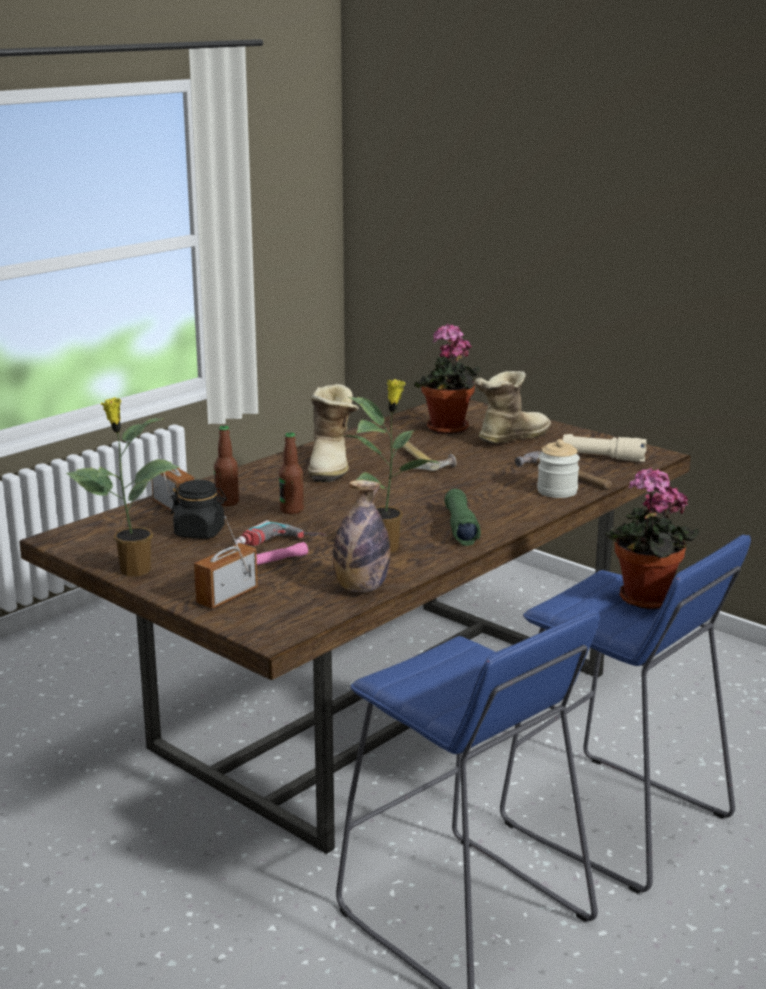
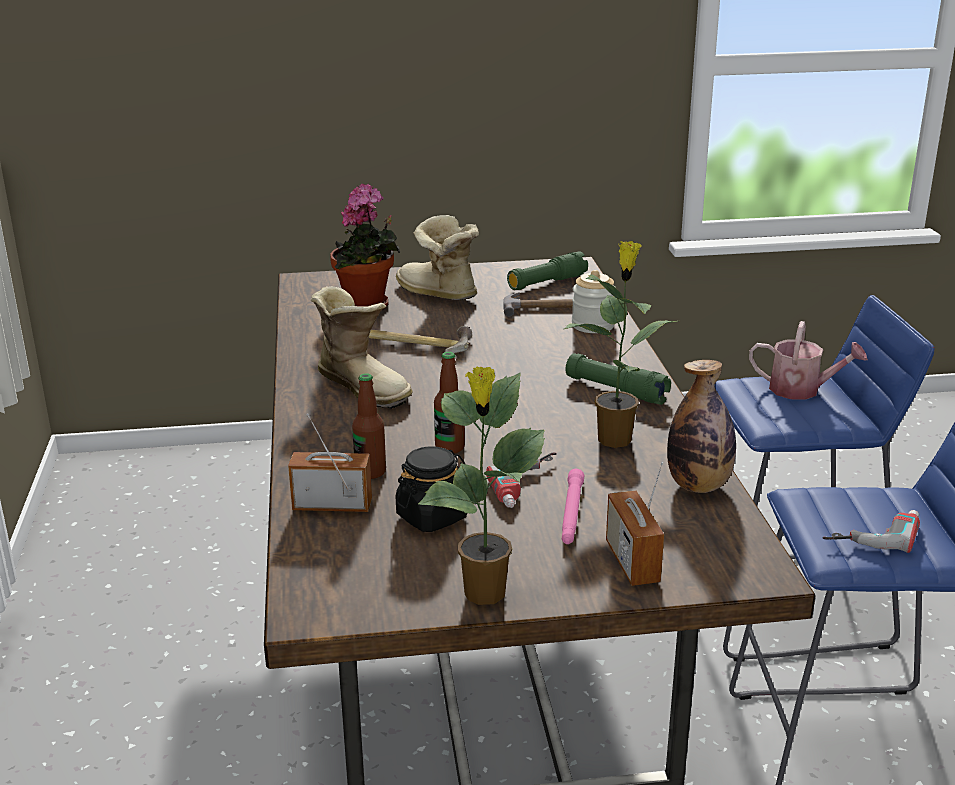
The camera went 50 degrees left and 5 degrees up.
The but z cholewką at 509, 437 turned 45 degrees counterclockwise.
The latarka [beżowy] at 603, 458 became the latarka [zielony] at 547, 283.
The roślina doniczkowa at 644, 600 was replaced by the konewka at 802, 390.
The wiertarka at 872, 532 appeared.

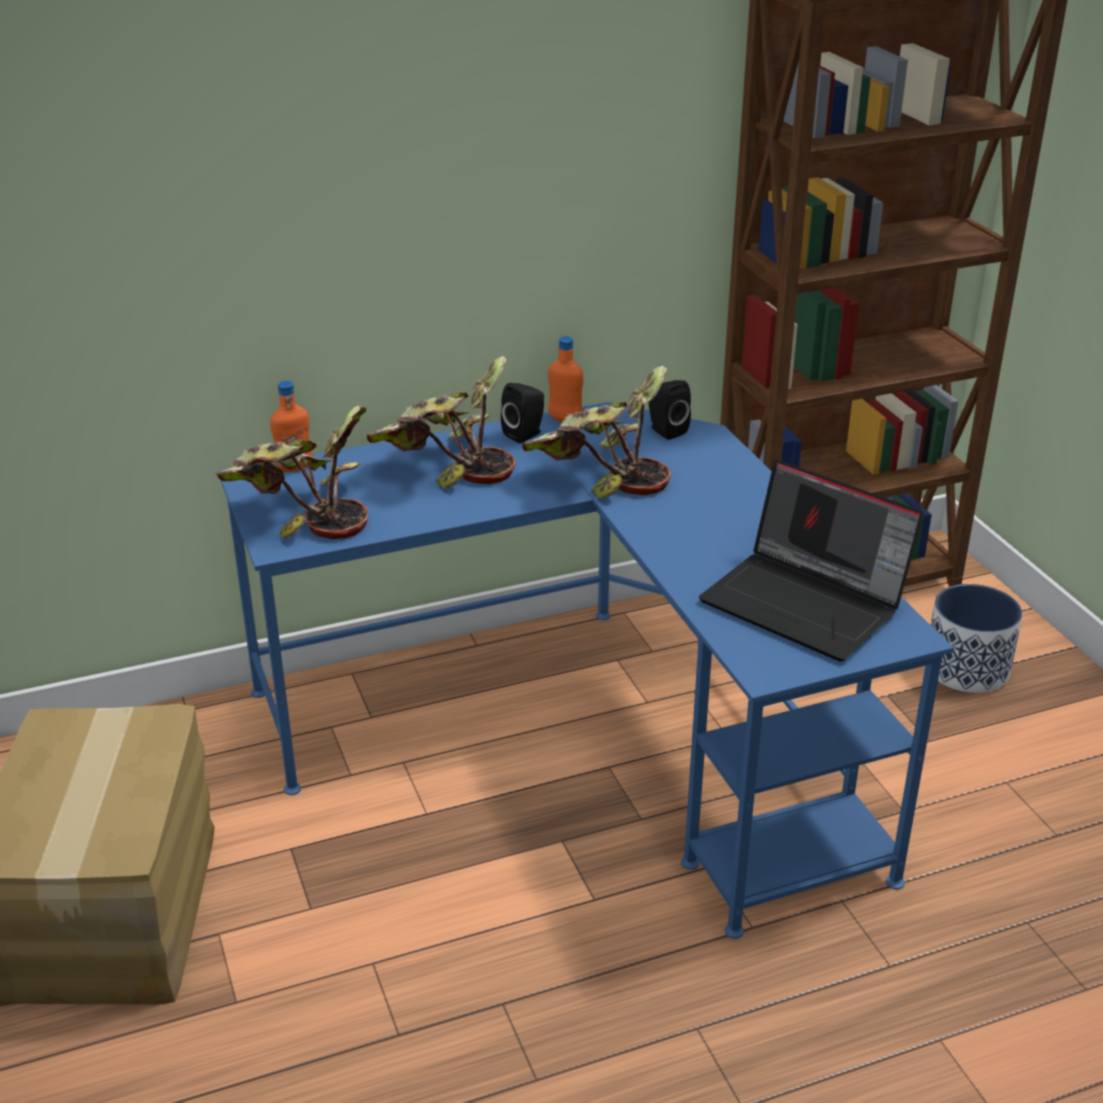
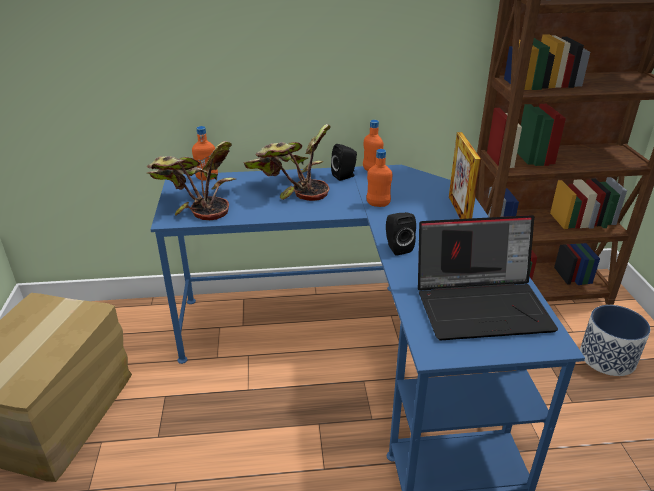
The camera went 15 degrees right and 0 degrees up.
The roślina doniczkowa at 600, 476 was replaced by the butelka [pomarańczowy] at 378, 204.
The głośnik [czarny] moved from 665, 430 to 397, 247.
The laptop at 807, 603 turned 60 degrees counterclockwise.
The ramka na zdjęcie at 459, 211 appeared.

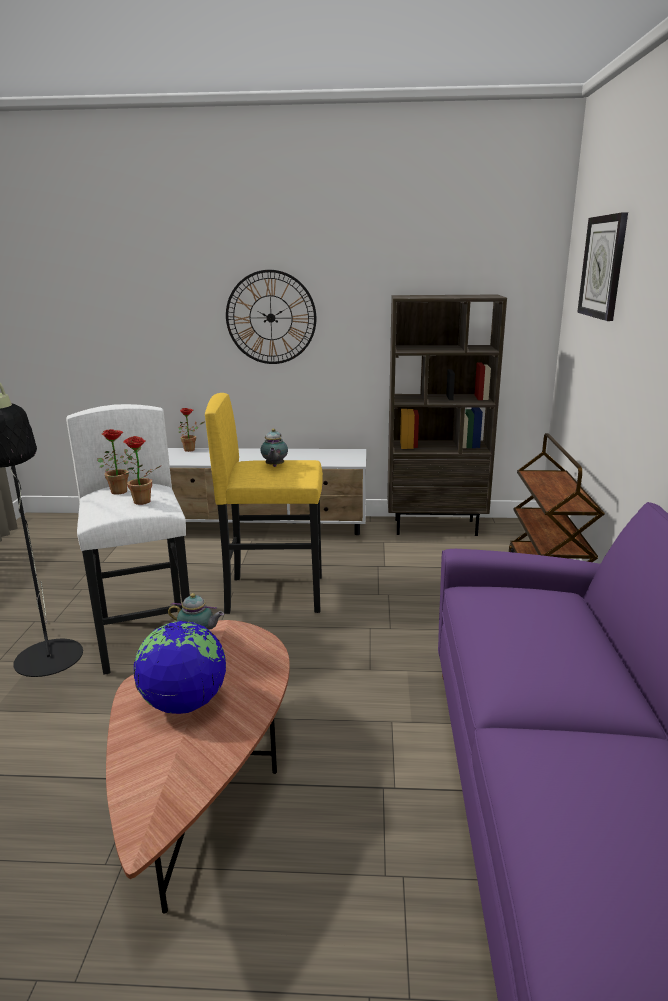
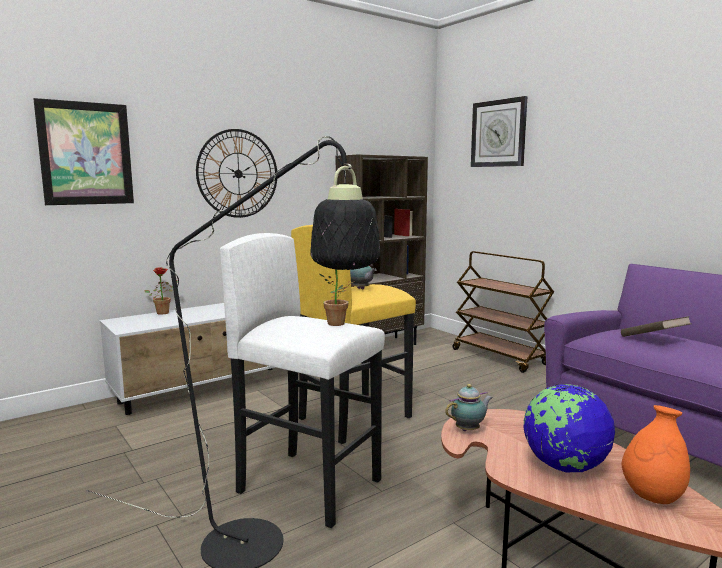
The camera went 40 degrees left and 10 degrees down.
The roślina doniczkowa at 122, 491 disappeared.
The obraz at 86, 153 appeared.
The książka [brązowy] at 653, 340 appeared.
The wazon [pomarańczowy] at 652, 497 appeared.

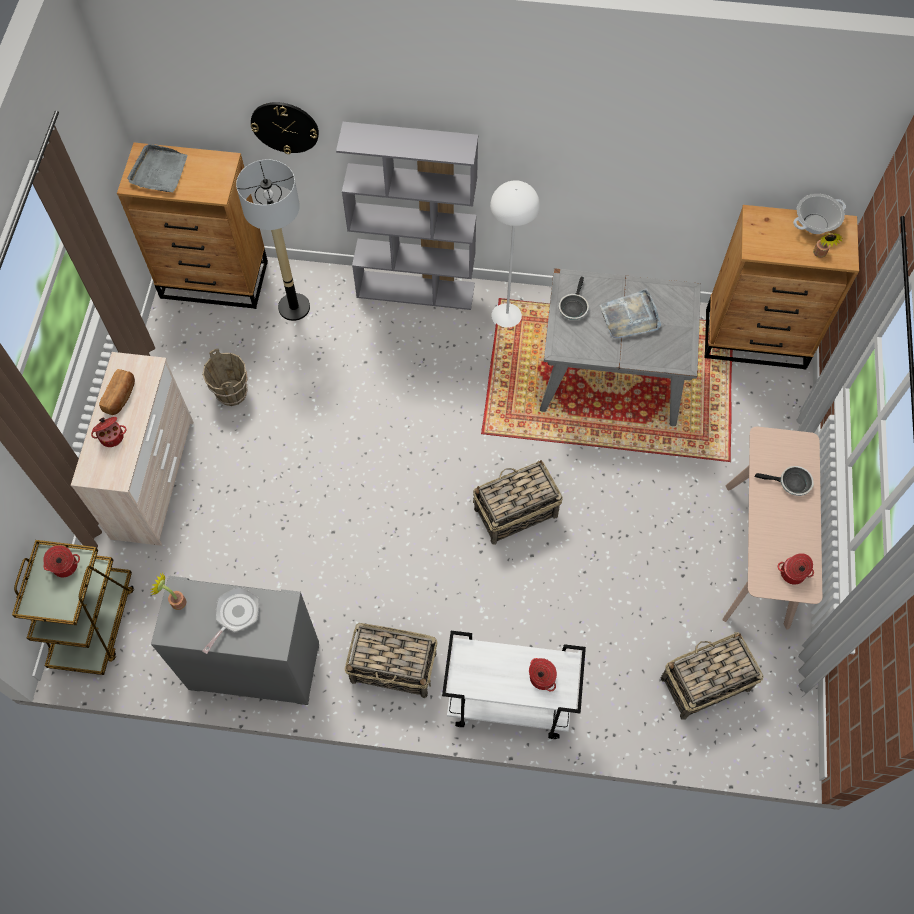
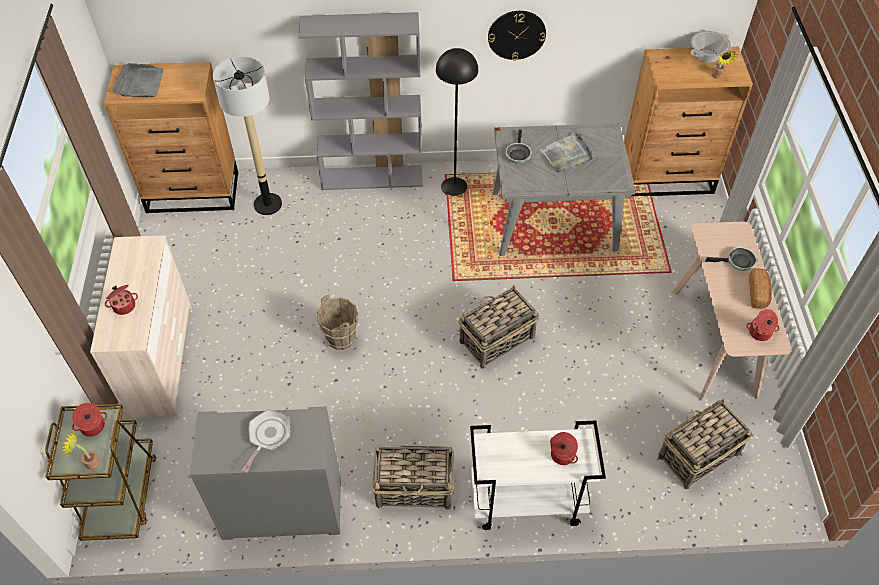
The camera went 10 degrees left and 10 degrees down.
The zegar ścienny moved from 285, 127 to 516, 34.
The lampa stojąca [biały] at 507, 315 became the lampa stojąca [czarny] at 454, 186.
The wiadro [brązowy] moved from 232, 393 to 341, 338.
The chleb moved from 121, 397 to 758, 293.
The roślina doniczkowa moved from 175, 601 to 90, 462.

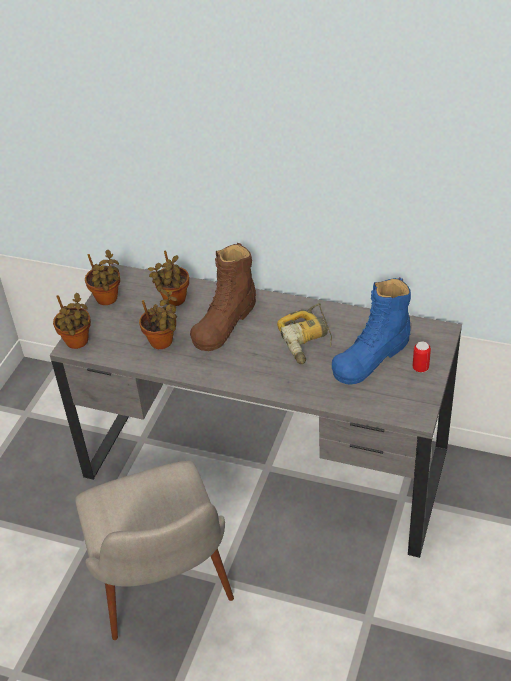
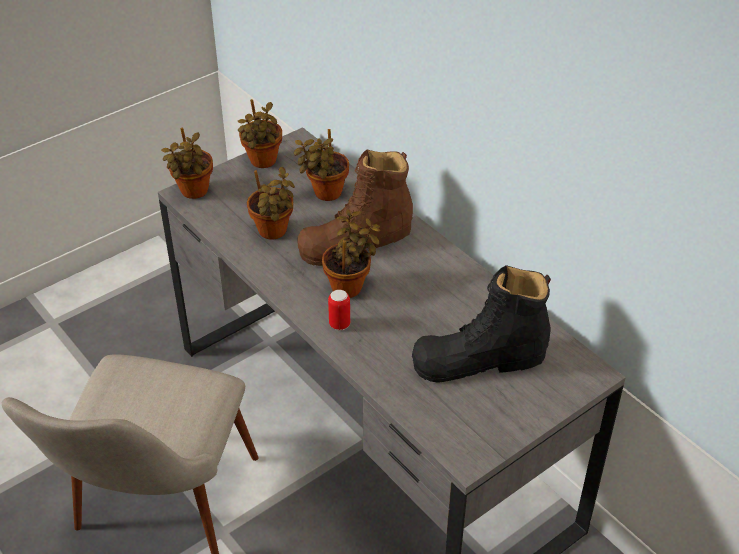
The camera went 30 degrees right and 0 degrees up.
The but z cholewką [niebieski] at 371, 356 became the but z cholewką [czarny] at 479, 360.
The wiertarka at 308, 340 disappeared.
The puszka moved from 420, 368 to 339, 324.
The roślina doniczkowa at 349, 286 appeared.

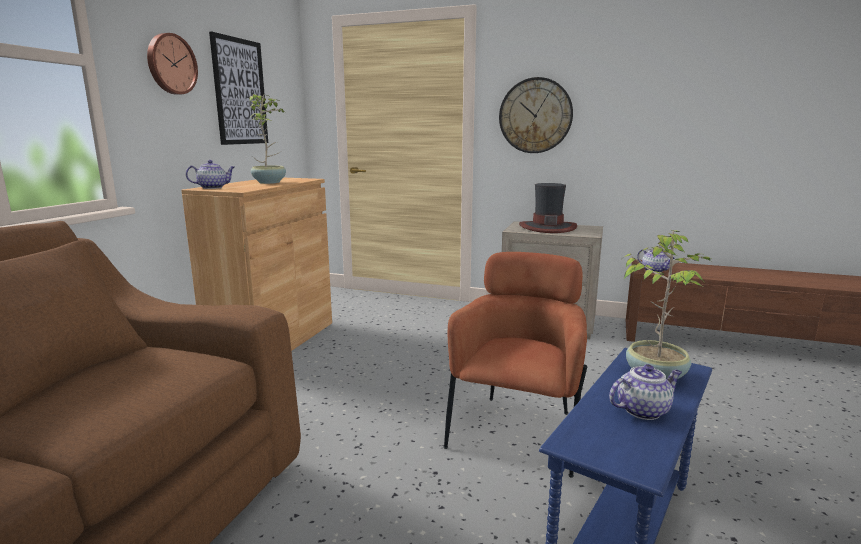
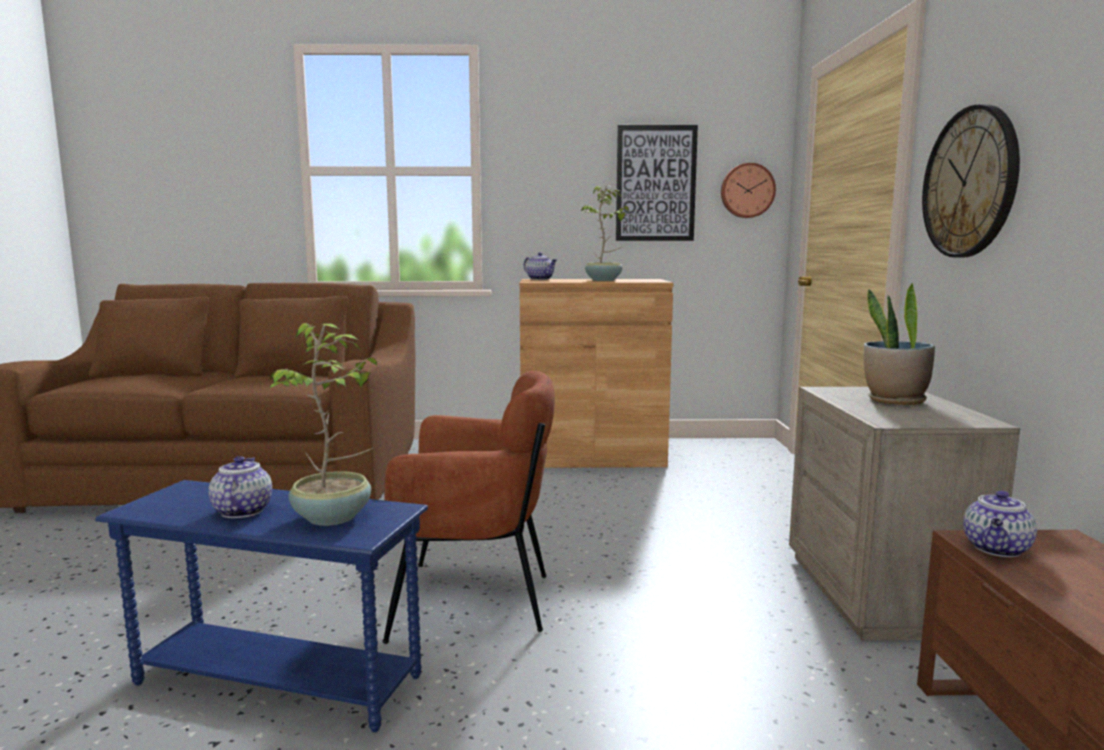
The camera went 70 degrees right and 5 degrees down.
The zegar ścienny moved from 170, 64 to 747, 190.
The kapelusz at 547, 227 was replaced by the roślina doniczkowa at 894, 401.
The imbryk at 643, 410 turned 150 degrees counterclockwise.

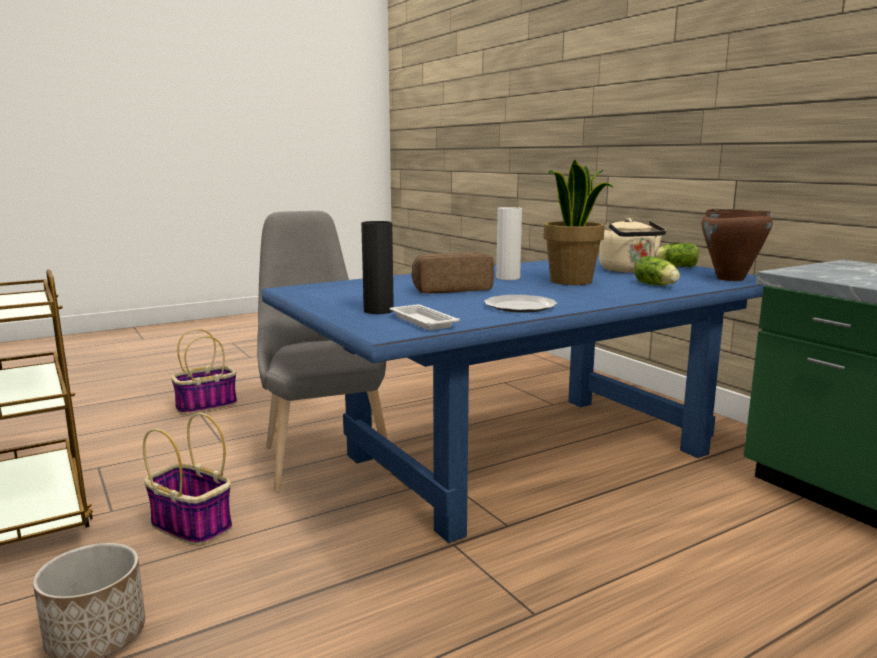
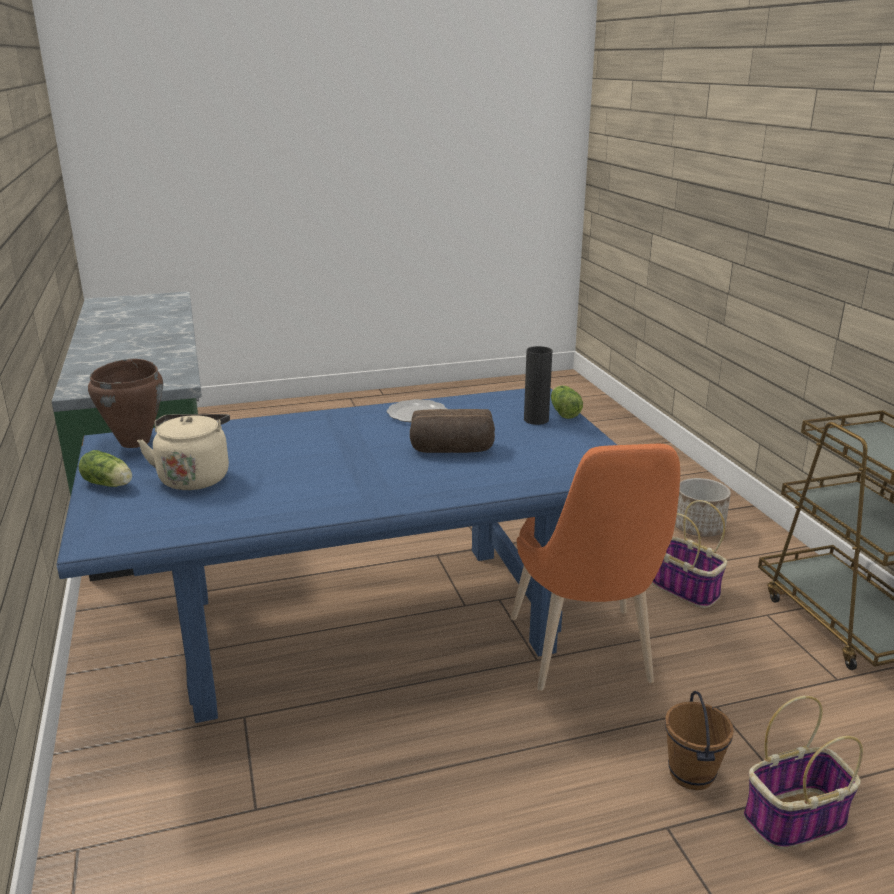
The camera went 165 degrees left and 10 degrees up.
The roślina doniczkowa at 571, 281 disappeared.
The wazon [biały] at 508, 278 disappeared.
The krzesło [szary] at 322, 456 became the krzesło [pomarańczowy] at 584, 656.
The sałata moved from 657, 285 to 564, 412.
The taca [biały] at 422, 321 disappeared.
The wiadro [brązowy] at 692, 774 appeared.

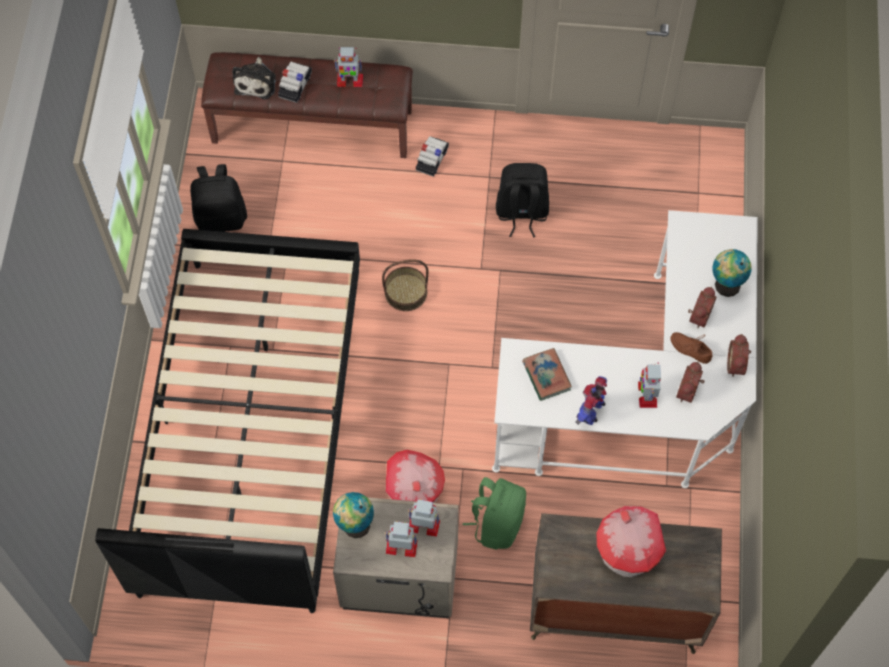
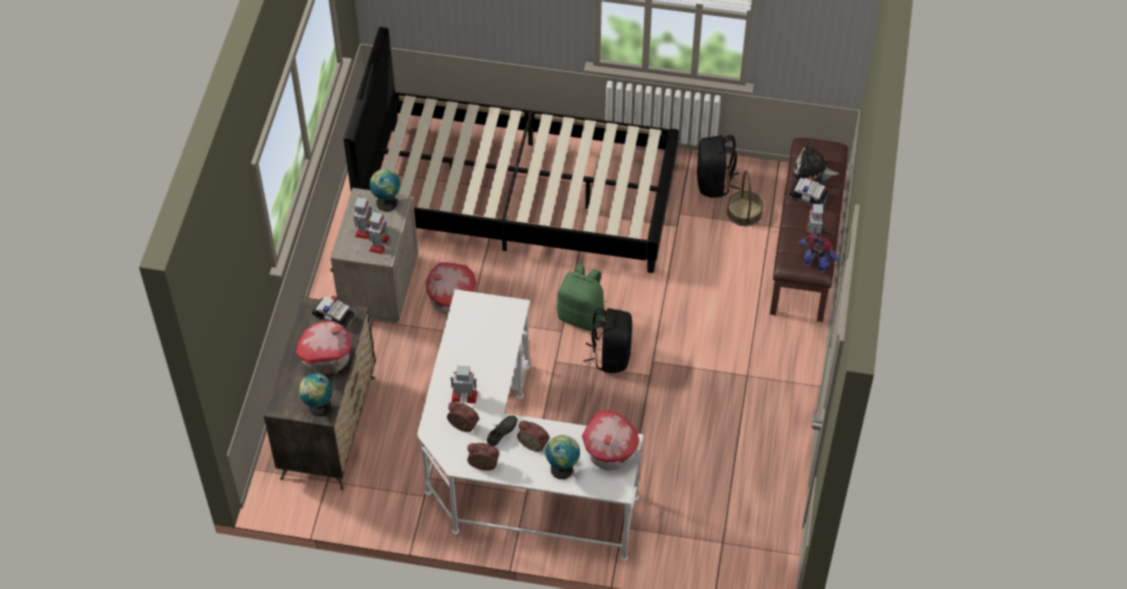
The camera went 95 degrees right and 10 degrees down.
The samochodzik moved from 432, 159 to 334, 317.
The plecak [czarny] moved from 521, 212 to 610, 355.
The koszyk moved from 406, 292 to 744, 212.
The but [brązowy] at 691, 348 became the but [szary] at 503, 433.
The książka at 546, 376 disappeared.
The robot zabawkowy moved from 591, 411 to 815, 265.
The plecak [zielony] moved from 497, 523 to 581, 315.
The globus at 318, 407 appeared.
The domek at 610, 452 appeared.

